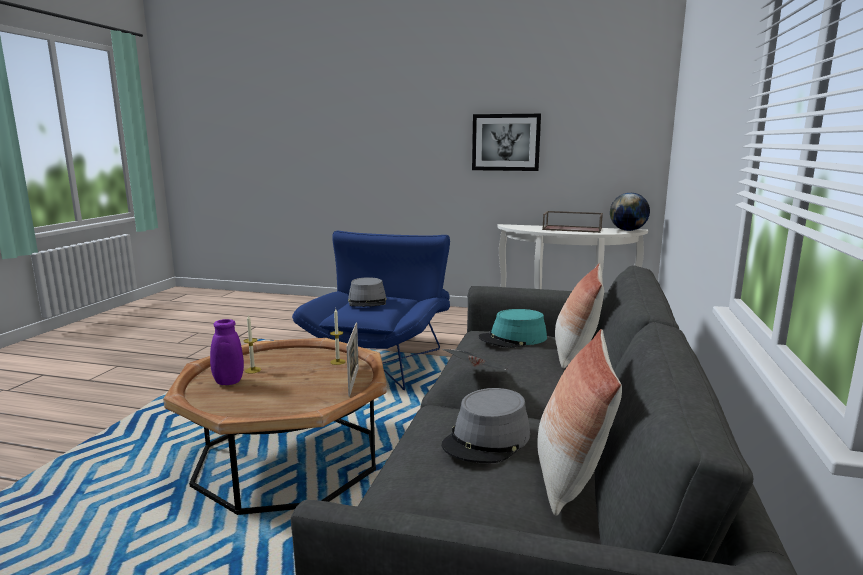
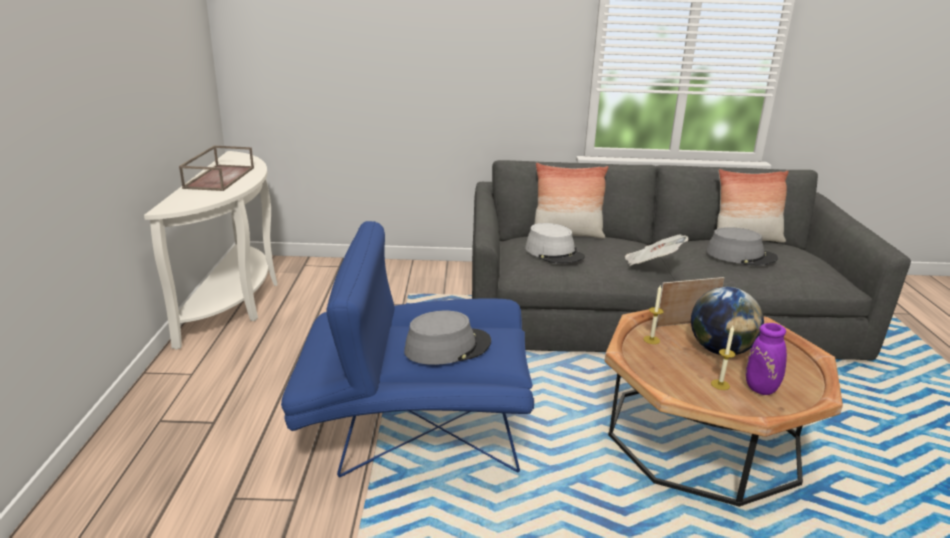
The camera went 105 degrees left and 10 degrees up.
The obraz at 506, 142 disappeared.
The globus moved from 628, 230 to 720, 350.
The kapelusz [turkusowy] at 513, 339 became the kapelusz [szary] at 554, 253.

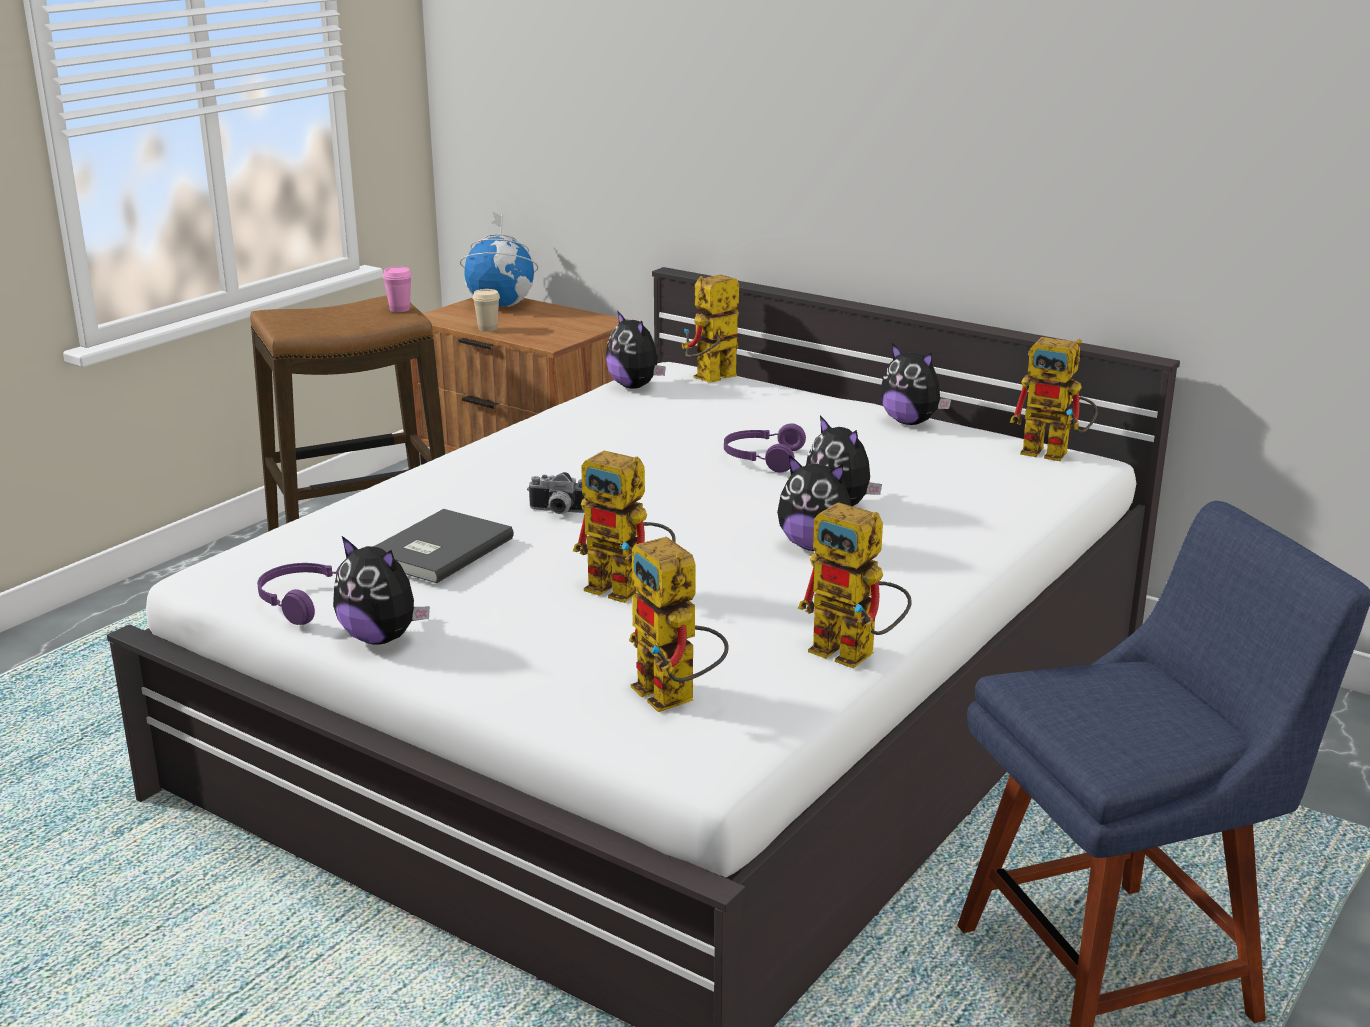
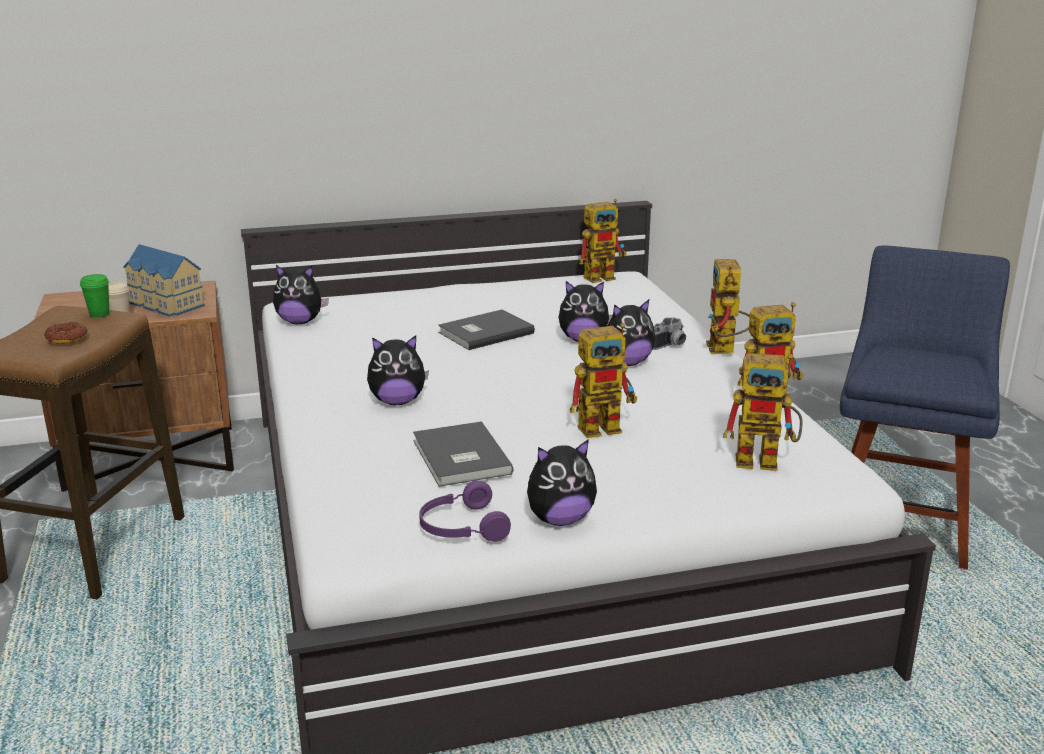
The camera went 50 degrees left and 0 degrees up.
The globus at 501, 304 disappeared.
The filiżanka [różowy] at 399, 309 became the filiżanka [zielony] at 99, 314.
The robot zabawkowy moved from 711, 380 to 725, 351.
The pluszak moved from 910, 422 to 397, 401.
The słuchawki [fioletowy] at 761, 458 was replaced by the książka [szary] at 483, 332.
The aparat fotograficzny moved from 557, 512 to 670, 346.
The domek at 165, 304 appeared.
The donut at 66, 338 appeared.

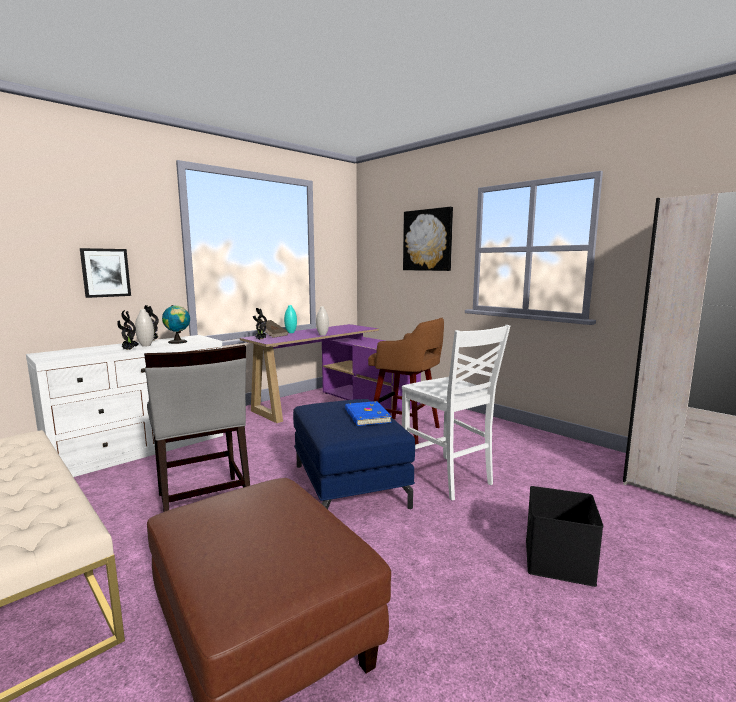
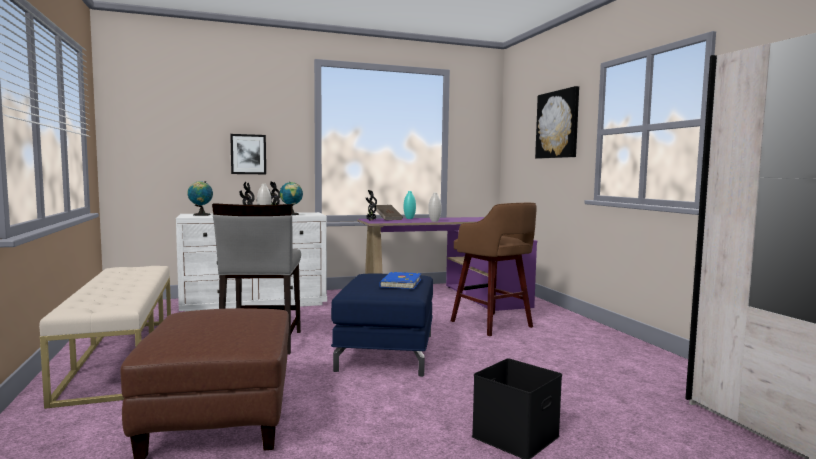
The camera went 25 degrees right and 5 degrees down.
The krzesło [biały] at 448, 478 disappeared.
The globus at 200, 215 appeared.

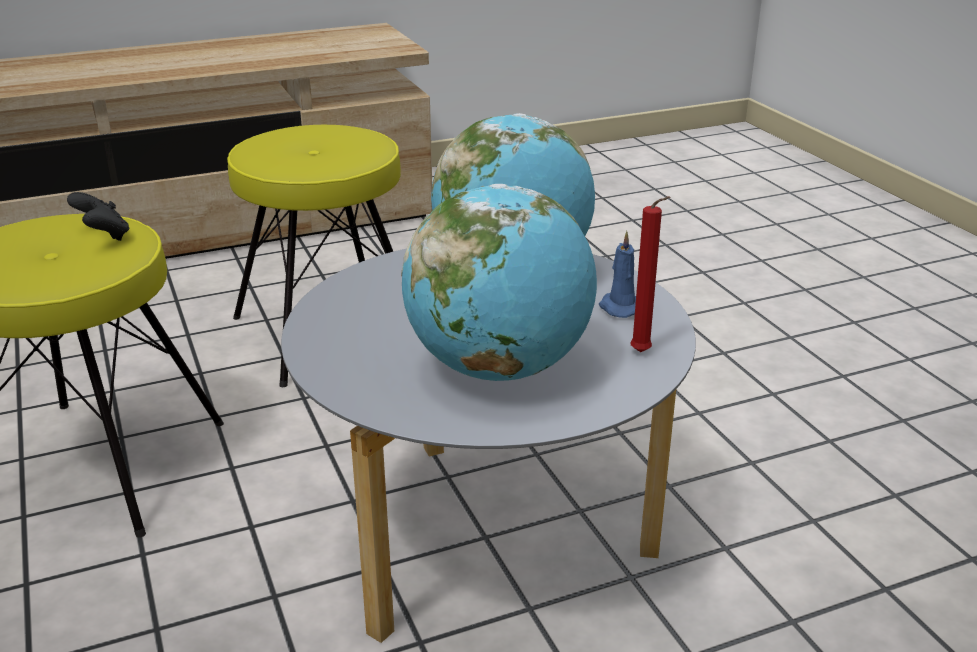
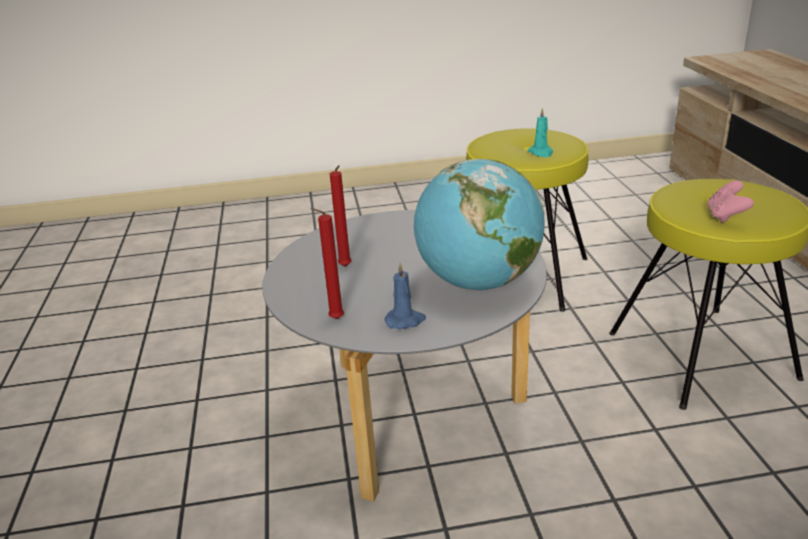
The camera went 105 degrees right and 0 degrees up.
The globus at 499, 368 was replaced by the świeca [czerwony] at 346, 267.
The pad do gier [czarny] at 104, 236 was replaced by the świeca [turkusowy] at 541, 153.
The pad do gier [różowy] at 726, 216 appeared.

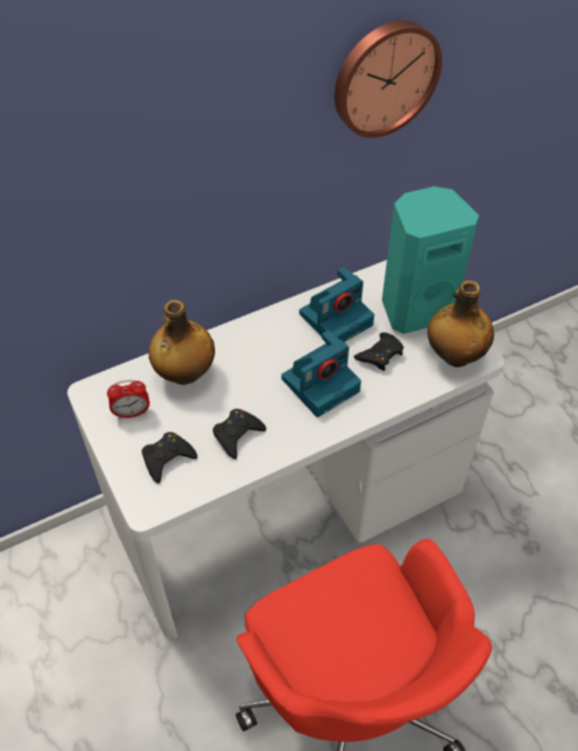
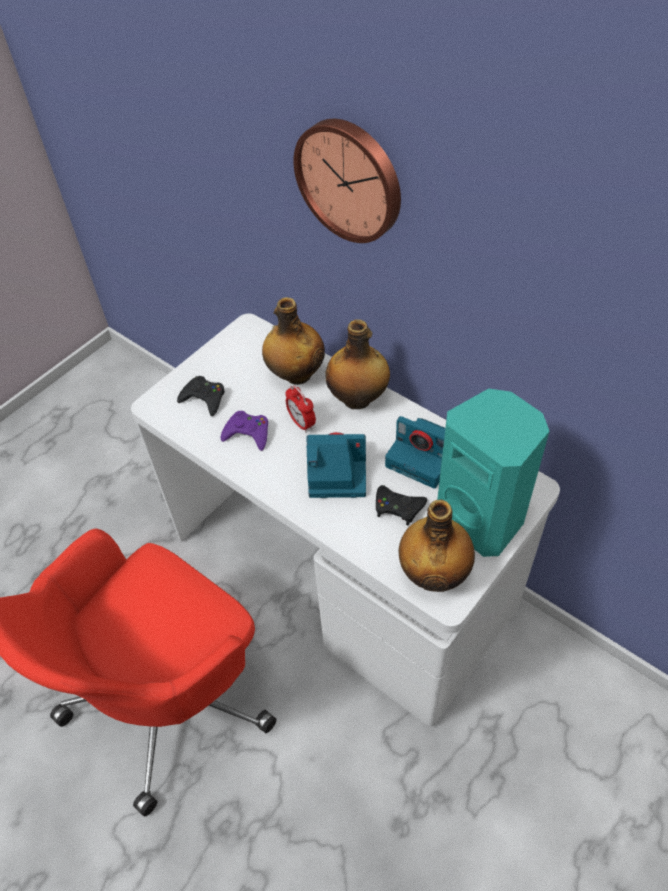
The camera went 70 degrees right and 0 degrees up.
The zegar ścienny moved from 384, 77 to 350, 179.
The aparat fotograficzny at 321, 383 turned 150 degrees clockwise.
The budzik moved from 132, 413 to 301, 423.
The pad do gier [czarny] at 237, 435 became the pad do gier [fioletowy] at 248, 433.
The butelka at 358, 399 appeared.

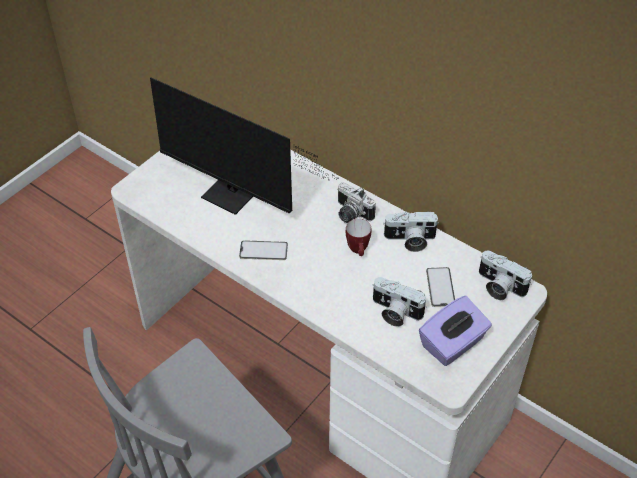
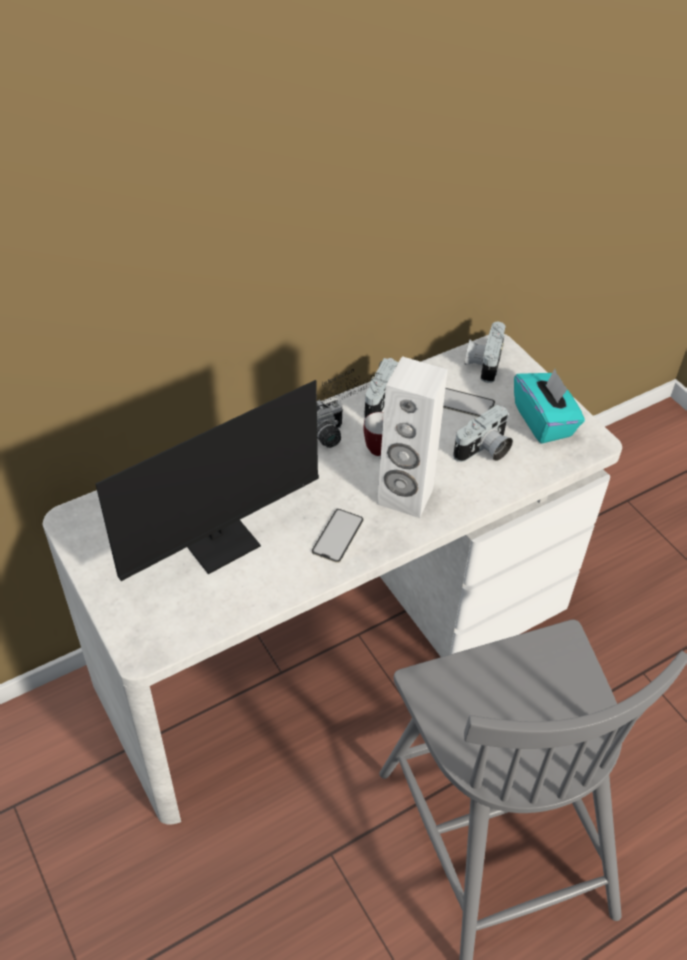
The camera went 70 degrees left and 0 degrees up.
The aparat fotograficzny at 498, 286 turned 135 degrees clockwise.
The pudełko chusteczek [fioletowy] at 452, 344 became the pudełko chusteczek [turkusowy] at 544, 421.
The głośnik [biały] at 405, 497 appeared.

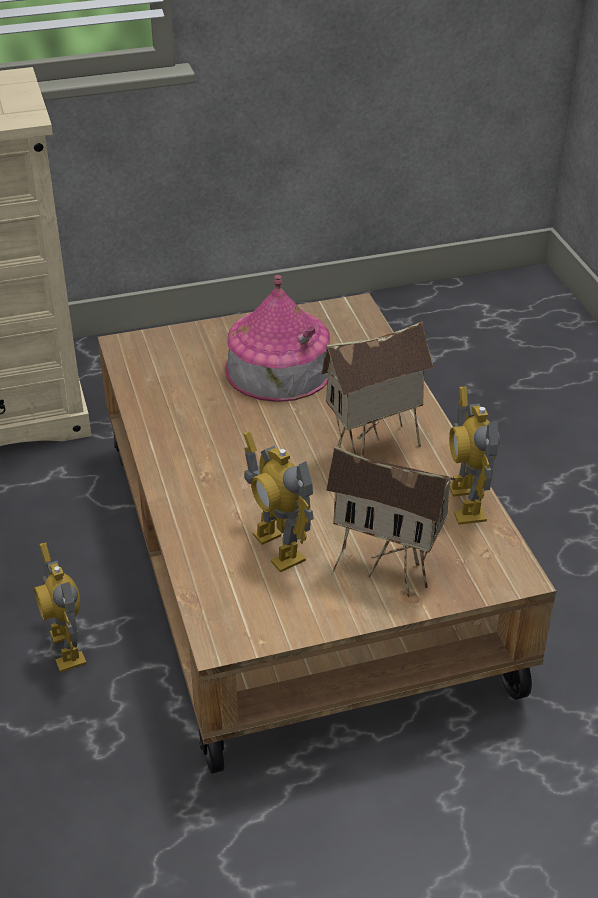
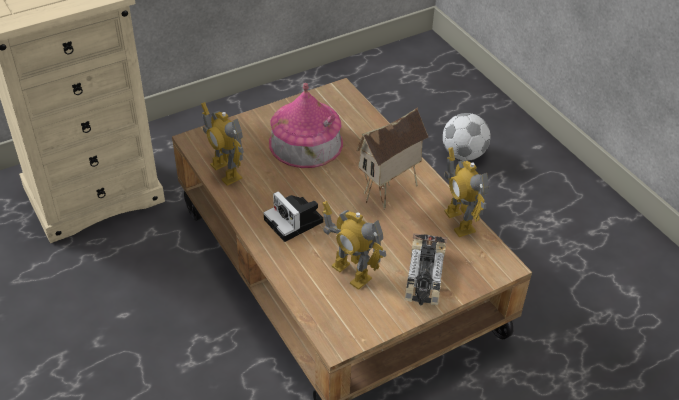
The camera went 15 degrees left and 5 degrees up.
The domek at 386, 569 was replaced by the samochodzik at 424, 276.
The robot zabawkowy moved from 67, 648 to 225, 172.
The piłka futbolowa at 463, 154 appeared.
The aparat fotograficzny at 295, 222 appeared.

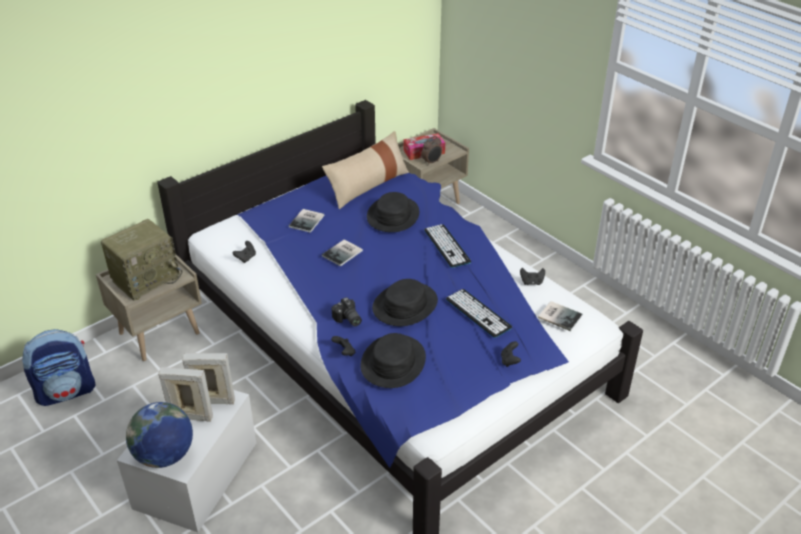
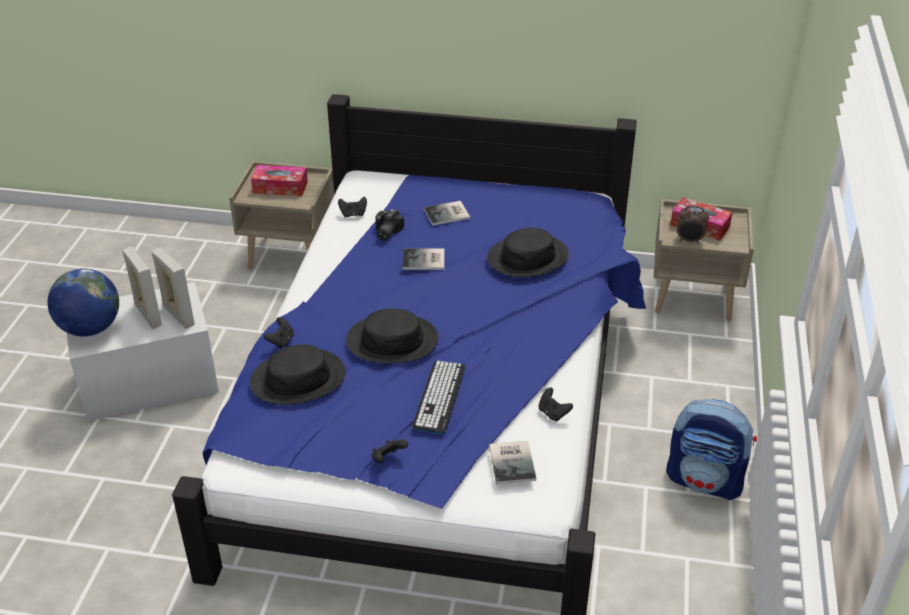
The camera went 50 degrees right and 0 degrees up.
The poduszka [beżowy] at 368, 186 disappeared.
The radio at 146, 278 was replaced by the pudełko chusteczek at 280, 187.
The klawiatura at 447, 246 disappeared.
The aparat fotograficzny moved from 347, 320 to 385, 232.
The plecak moved from 66, 391 to 705, 481.

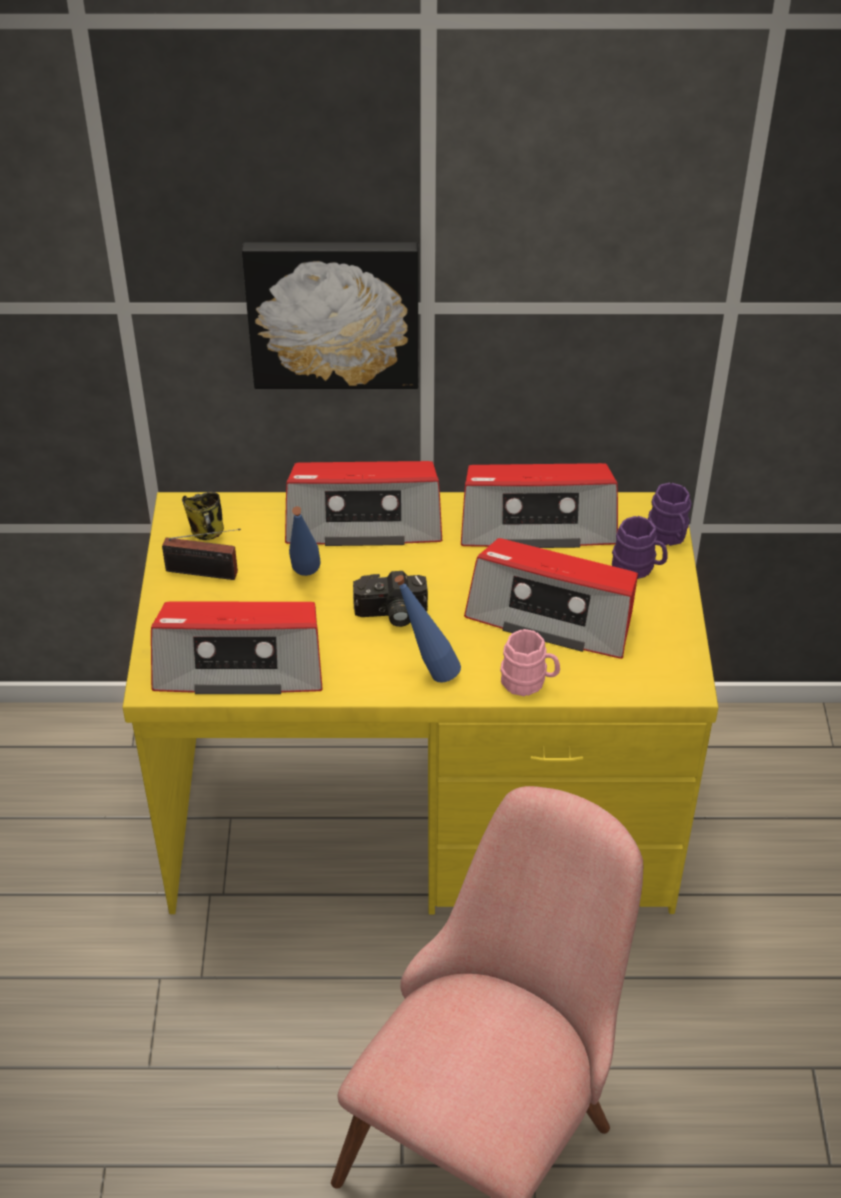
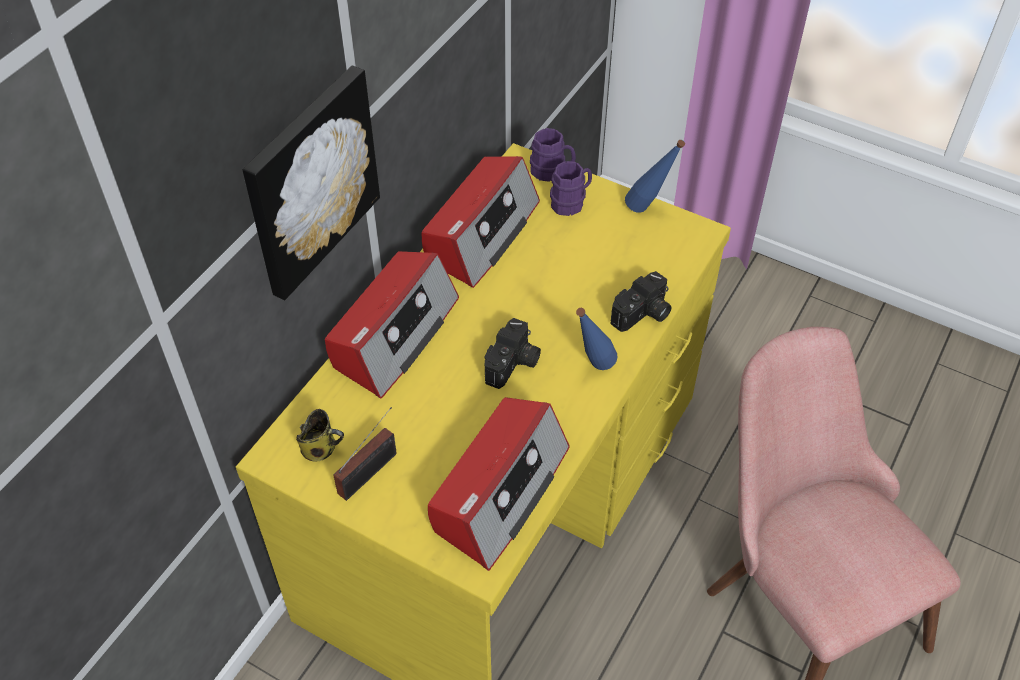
The camera went 60 degrees left and 5 degrees up.
The butelka [niebieski] moved from 305, 578 to 649, 210.
The radio at 553, 613 disappeared.
The kubek [różowy] at 529, 682 was replaced by the aparat fotograficzny at 643, 315.

